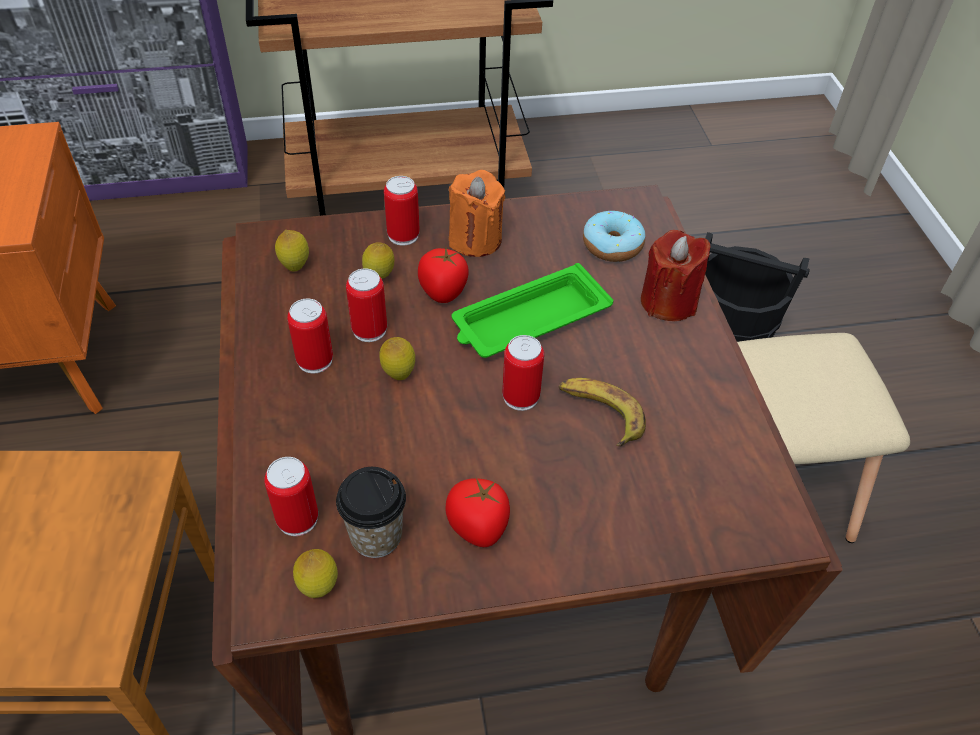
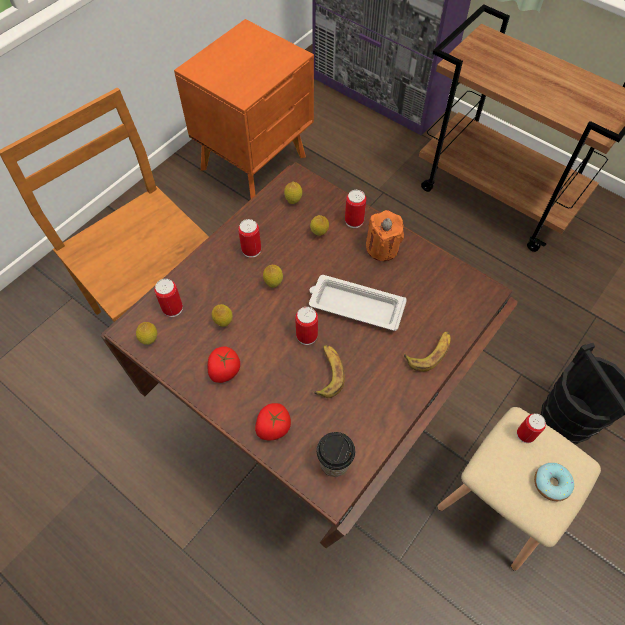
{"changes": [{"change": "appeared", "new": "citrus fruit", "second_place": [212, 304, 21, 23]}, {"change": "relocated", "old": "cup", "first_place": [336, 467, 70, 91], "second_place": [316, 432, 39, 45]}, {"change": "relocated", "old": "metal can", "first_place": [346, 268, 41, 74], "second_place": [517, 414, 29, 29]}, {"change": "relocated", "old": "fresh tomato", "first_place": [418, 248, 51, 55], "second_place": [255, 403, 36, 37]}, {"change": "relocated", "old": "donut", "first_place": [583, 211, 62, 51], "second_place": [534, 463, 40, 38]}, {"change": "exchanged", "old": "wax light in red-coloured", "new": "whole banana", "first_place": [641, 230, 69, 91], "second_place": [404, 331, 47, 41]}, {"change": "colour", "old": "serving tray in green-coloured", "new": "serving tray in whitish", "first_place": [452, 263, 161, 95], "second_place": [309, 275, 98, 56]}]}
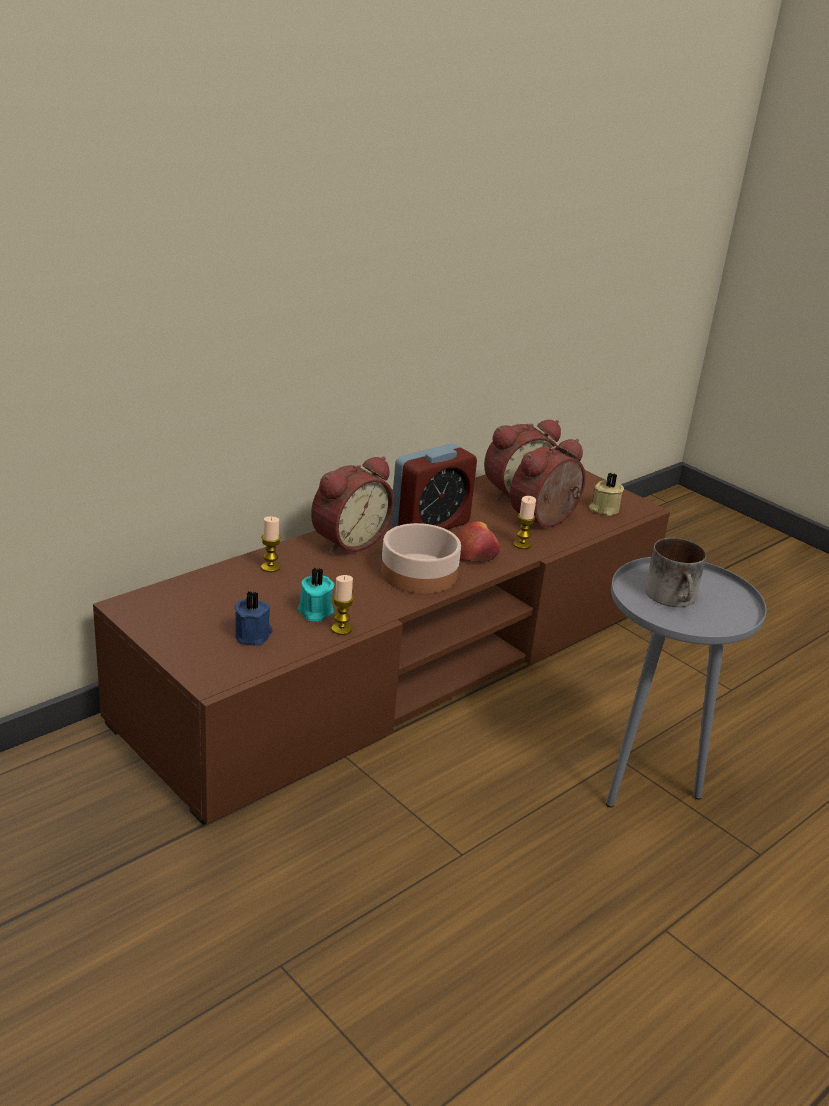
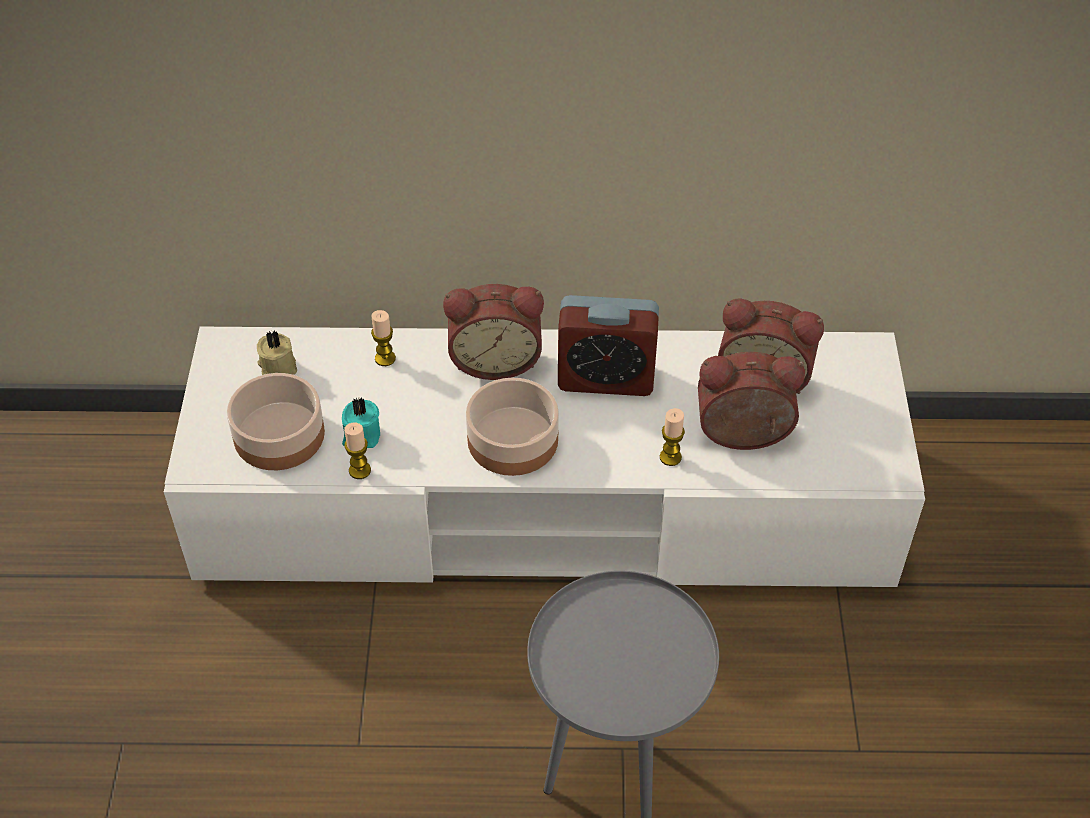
{"changes": [{"change": "missing", "old": "whole apple", "first_place": [456, 521, 44, 42]}, {"change": "missing", "old": "tea mug", "first_place": [645, 538, 61, 69]}, {"change": "relocated", "old": "wax light in beige", "first_place": [589, 473, 35, 43], "second_place": [257, 330, 40, 45]}, {"change": "exchanged", "old": "wax light in bluish", "new": "deep dish", "first_place": [234, 591, 39, 55], "second_place": [227, 373, 98, 97]}, {"change": "colour", "old": "media console in brown-coloured", "new": "media console in whitish", "first_place": [93, 470, 577, 355], "second_place": [164, 327, 761, 260]}]}
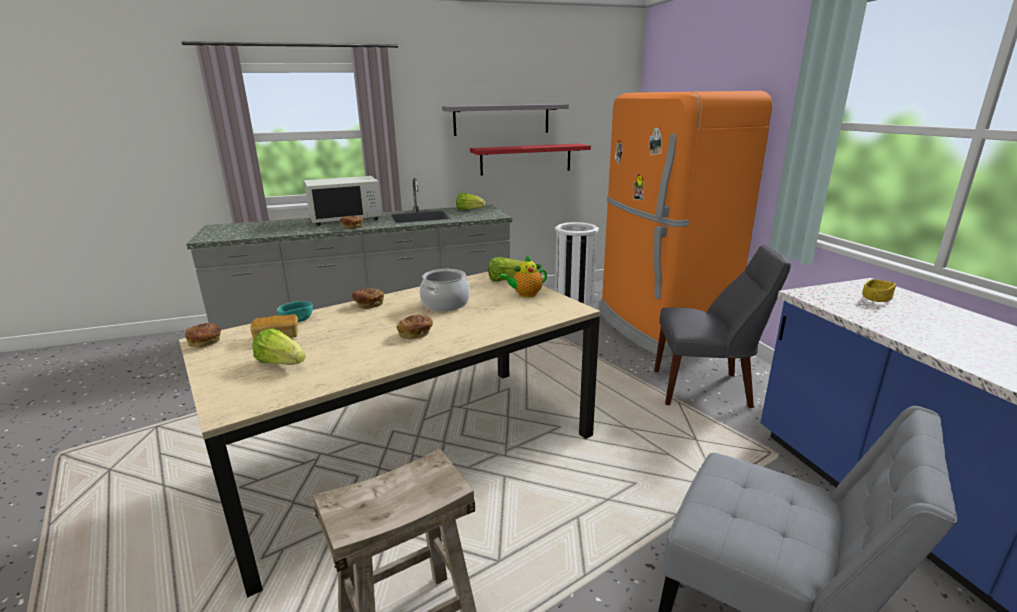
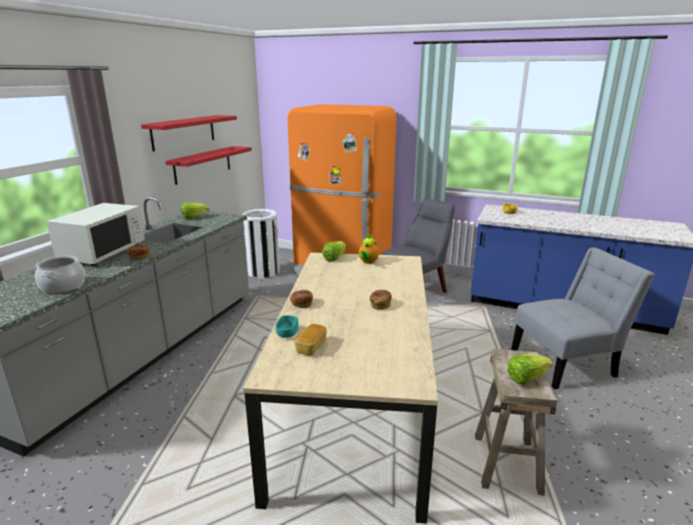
{"changes": [{"change": "missing", "old": "baked bread", "first_place": [185, 323, 36, 24]}, {"change": "relocated", "old": "lettuce", "first_place": [252, 328, 53, 37], "second_place": [508, 354, 45, 30]}, {"change": "relocated", "old": "stockpot", "first_place": [420, 269, 50, 42], "second_place": [35, 255, 50, 38]}, {"change": "colour", "old": "bracket shelf in greyish", "new": "bracket shelf in red-coloured", "first_place": [442, 104, 127, 32], "second_place": [141, 115, 96, 36]}]}
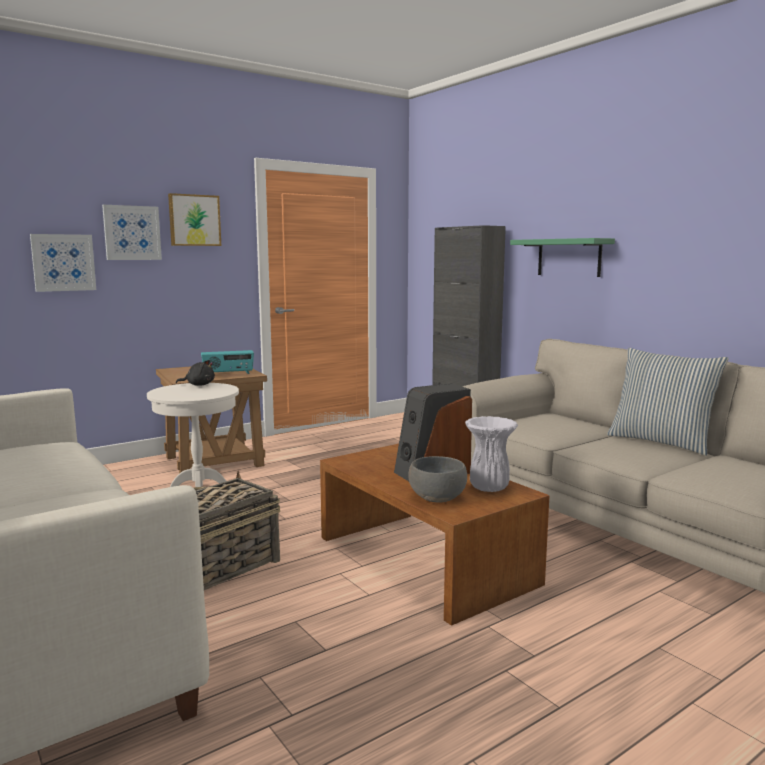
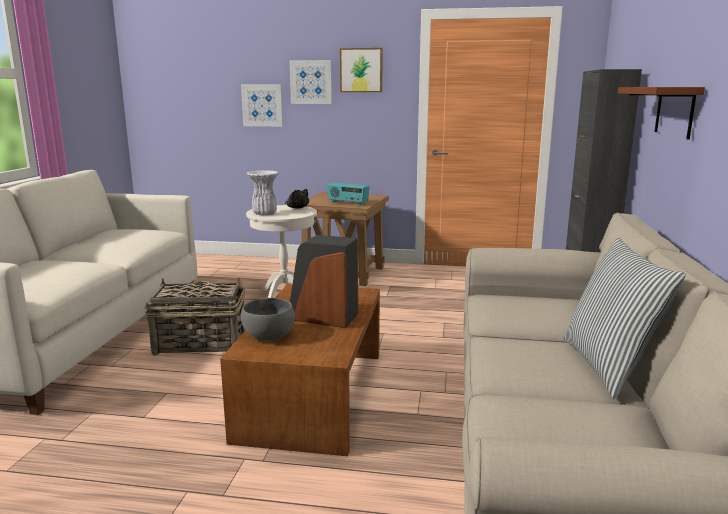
{"changes": [{"change": "relocated", "old": "flower vase in whitish", "first_place": [465, 416, 53, 76], "second_place": [247, 170, 32, 46]}, {"change": "colour", "old": "bracket shelf in green-coloured", "new": "bracket shelf in brown-coloured", "first_place": [510, 238, 105, 39], "second_place": [618, 87, 87, 53]}]}
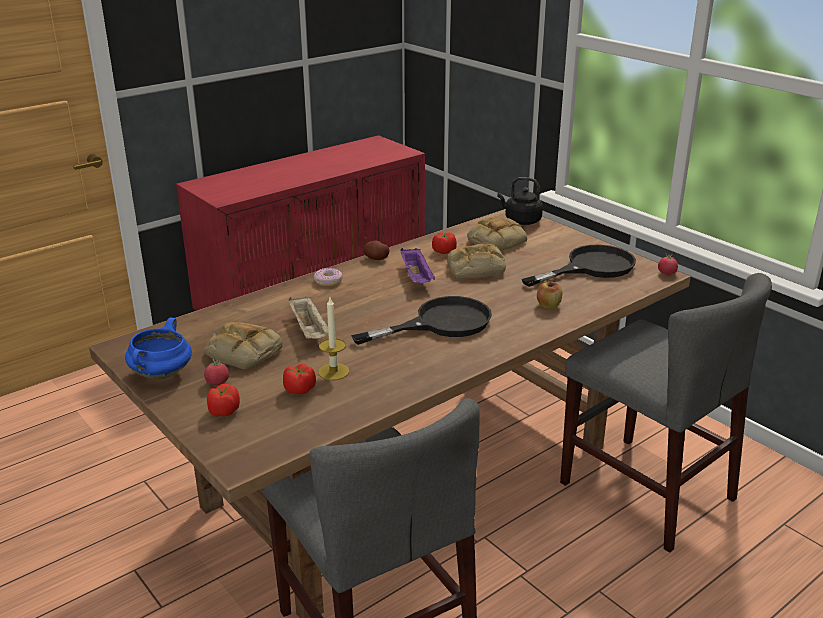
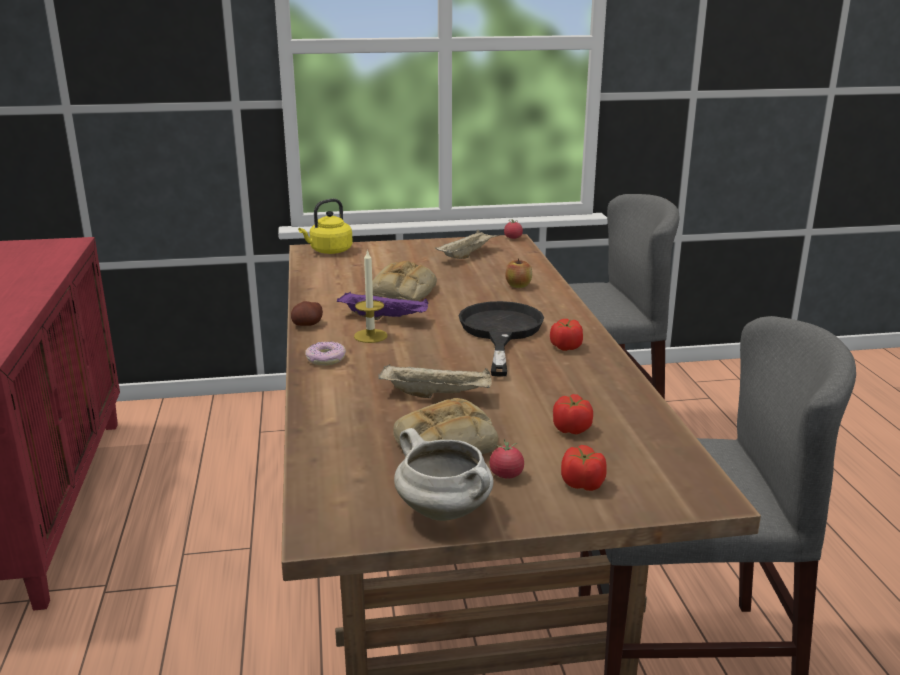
{"changes": [{"change": "missing", "old": "baked bread", "first_place": [467, 218, 60, 33]}, {"change": "relocated", "old": "wax light", "first_place": [318, 298, 31, 82], "second_place": [354, 249, 34, 94]}, {"change": "relocated", "old": "fresh tomato", "first_place": [432, 232, 25, 22], "second_place": [550, 319, 33, 32]}, {"change": "exchanged", "old": "skillet in black-coloured", "new": "serving tray in beige", "first_place": [522, 245, 114, 42], "second_place": [435, 230, 64, 29]}, {"change": "colour", "old": "stockpot in bluish", "new": "stockpot in whitish", "first_place": [125, 317, 67, 63], "second_place": [394, 428, 100, 93]}, {"change": "colour", "old": "tea kettle in black-coloured", "new": "tea kettle in yellowish", "first_place": [498, 177, 45, 48], "second_place": [298, 198, 55, 56]}]}
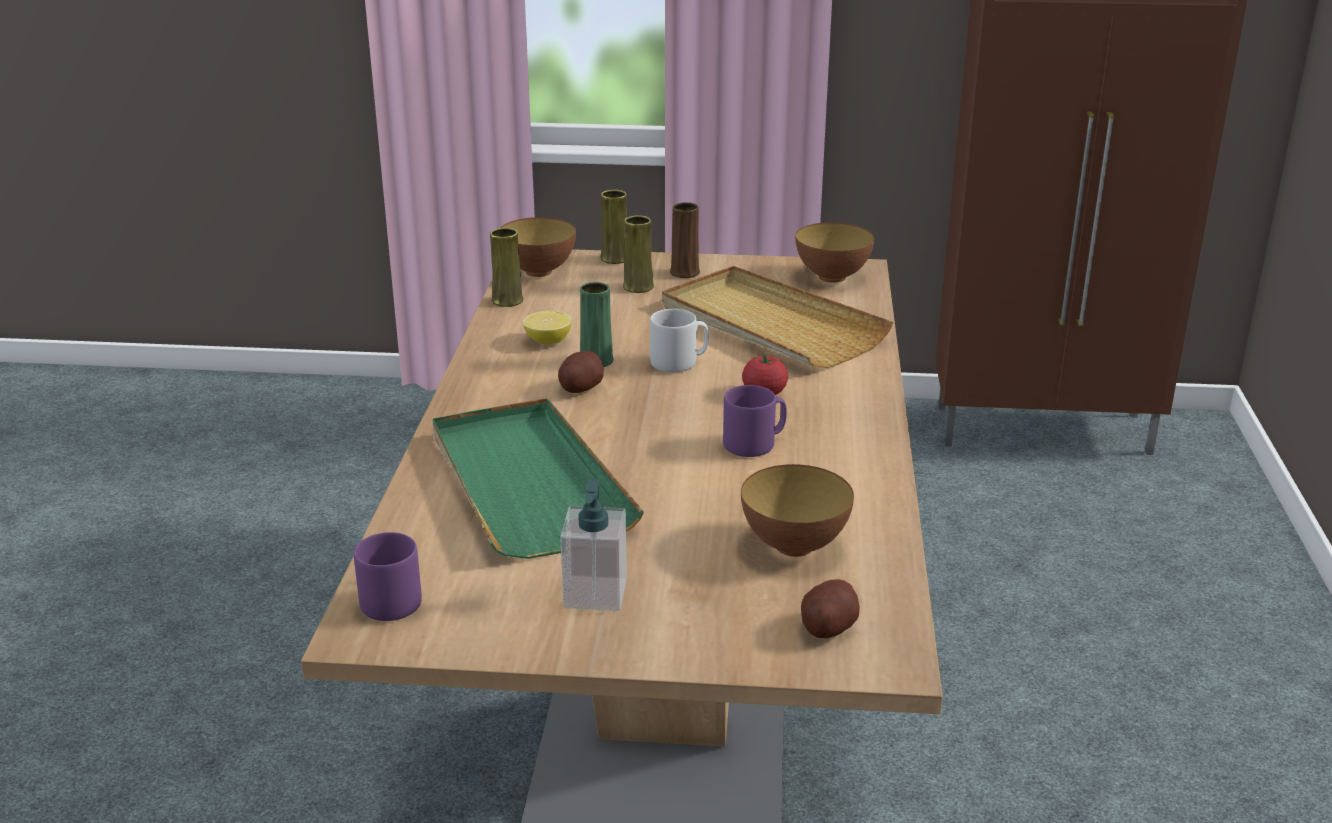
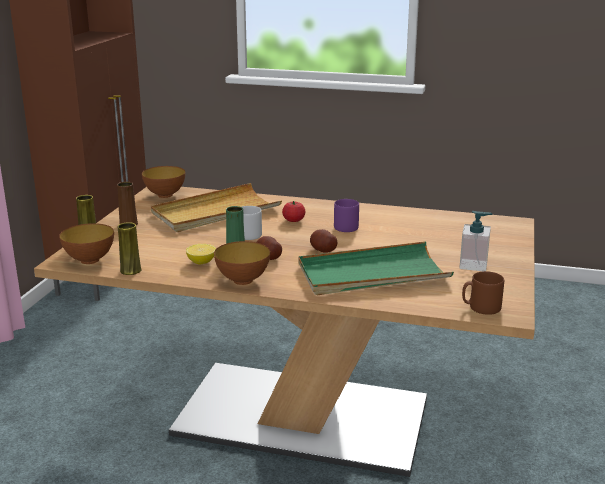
{"changes": [{"change": "missing", "old": "flower vase in yellowish", "first_place": [623, 215, 31, 78]}, {"change": "relocated", "old": "deep dish", "first_place": [741, 464, 113, 93], "second_place": [214, 241, 56, 44]}, {"change": "relocated", "old": "whole potato", "first_place": [801, 579, 59, 59], "second_place": [310, 229, 27, 24]}, {"change": "colour", "old": "tea mug in purple", "new": "tea mug in brown-coloured", "first_place": [354, 532, 68, 89], "second_place": [462, 271, 42, 44]}]}
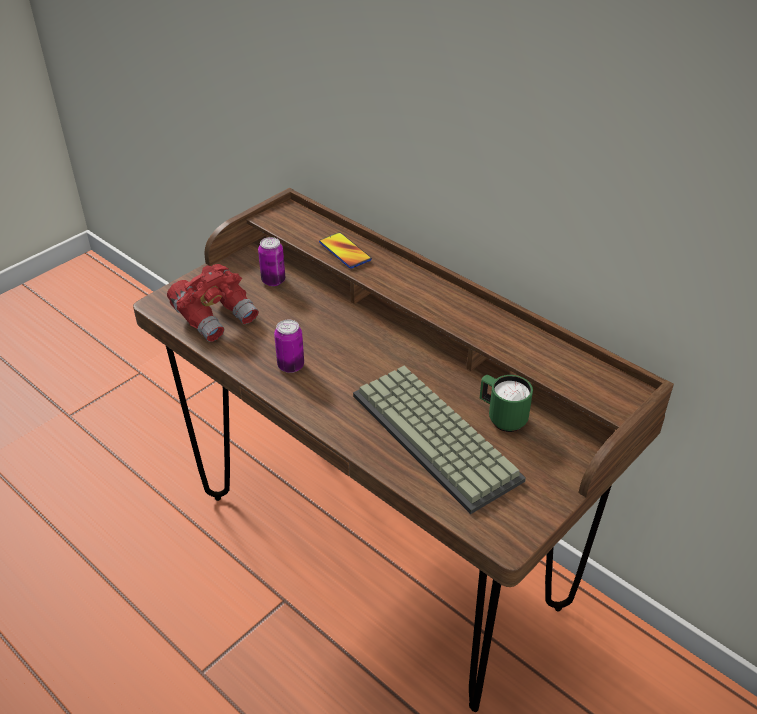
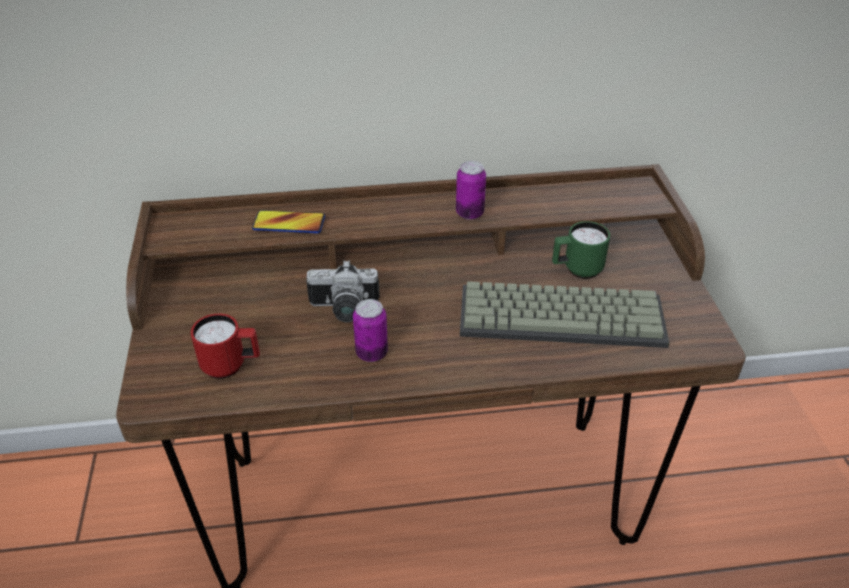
{"changes": [{"change": "appeared", "new": "photo camera", "second_place": [306, 260, 74, 62]}, {"change": "relocated", "old": "metal can", "first_place": [258, 237, 27, 49], "second_place": [456, 161, 30, 59]}, {"change": "exchanged", "old": "field glasses in red-coloured", "new": "tea mug in red-coloured", "first_place": [167, 264, 92, 78], "second_place": [191, 313, 69, 66]}]}
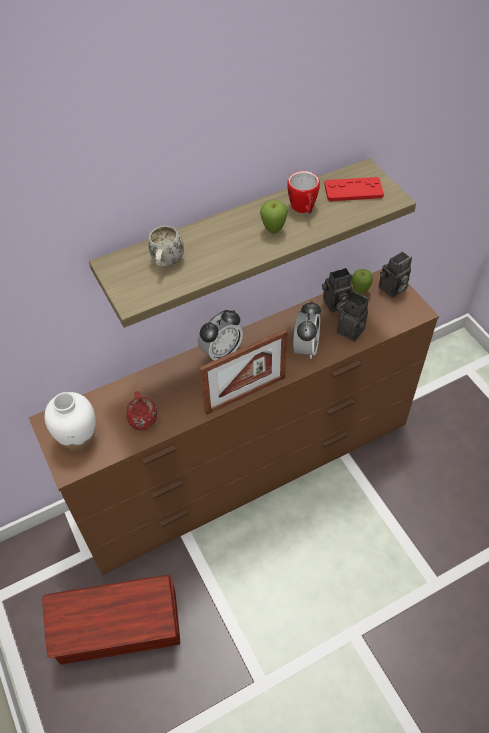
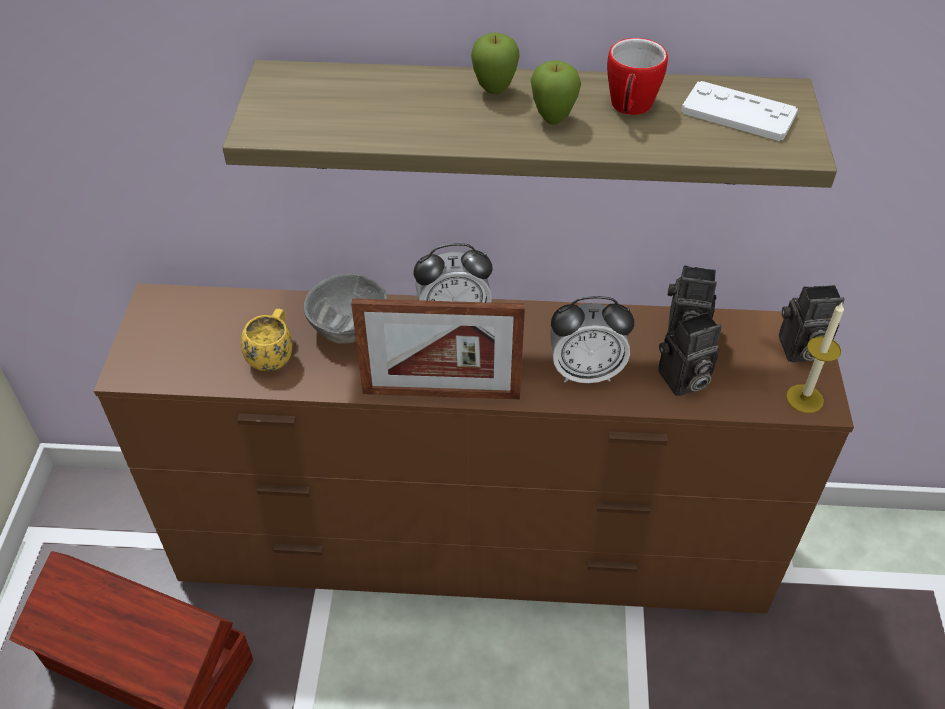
{"changes": [{"change": "missing", "old": "flower vase in whitish", "first_place": [45, 392, 51, 58]}, {"change": "missing", "old": "tea mug in whitish", "first_place": [148, 226, 36, 41]}, {"change": "appeared", "new": "deep dish in greyish", "second_place": [304, 273, 83, 71]}, {"change": "appeared", "new": "wax light", "second_place": [786, 301, 58, 112]}, {"change": "relocated", "old": "whole apple", "first_place": [352, 269, 21, 25], "second_place": [471, 32, 48, 62]}, {"change": "colour", "old": "tea mug in red-coloured", "new": "tea mug in yellowish", "first_place": [126, 391, 31, 40], "second_place": [241, 309, 51, 62]}, {"change": "colour", "old": "joypad in red-coloured", "new": "joypad in whitish", "first_place": [324, 177, 60, 24], "second_place": [681, 81, 117, 60]}, {"change": "spun", "old": "table clock", "first_place": [293, 301, 28, 58], "second_place": [550, 296, 84, 87], "degrees": 45}, {"change": "spun", "old": "photo camera", "first_place": [337, 291, 32, 51], "second_place": [658, 312, 63, 84], "degrees": 90}]}
